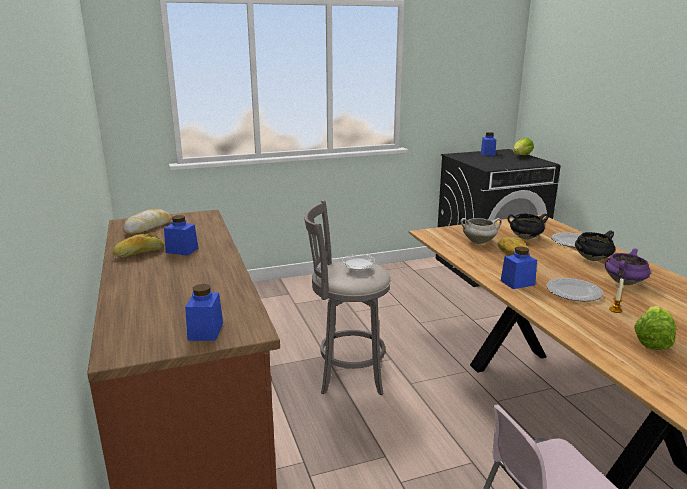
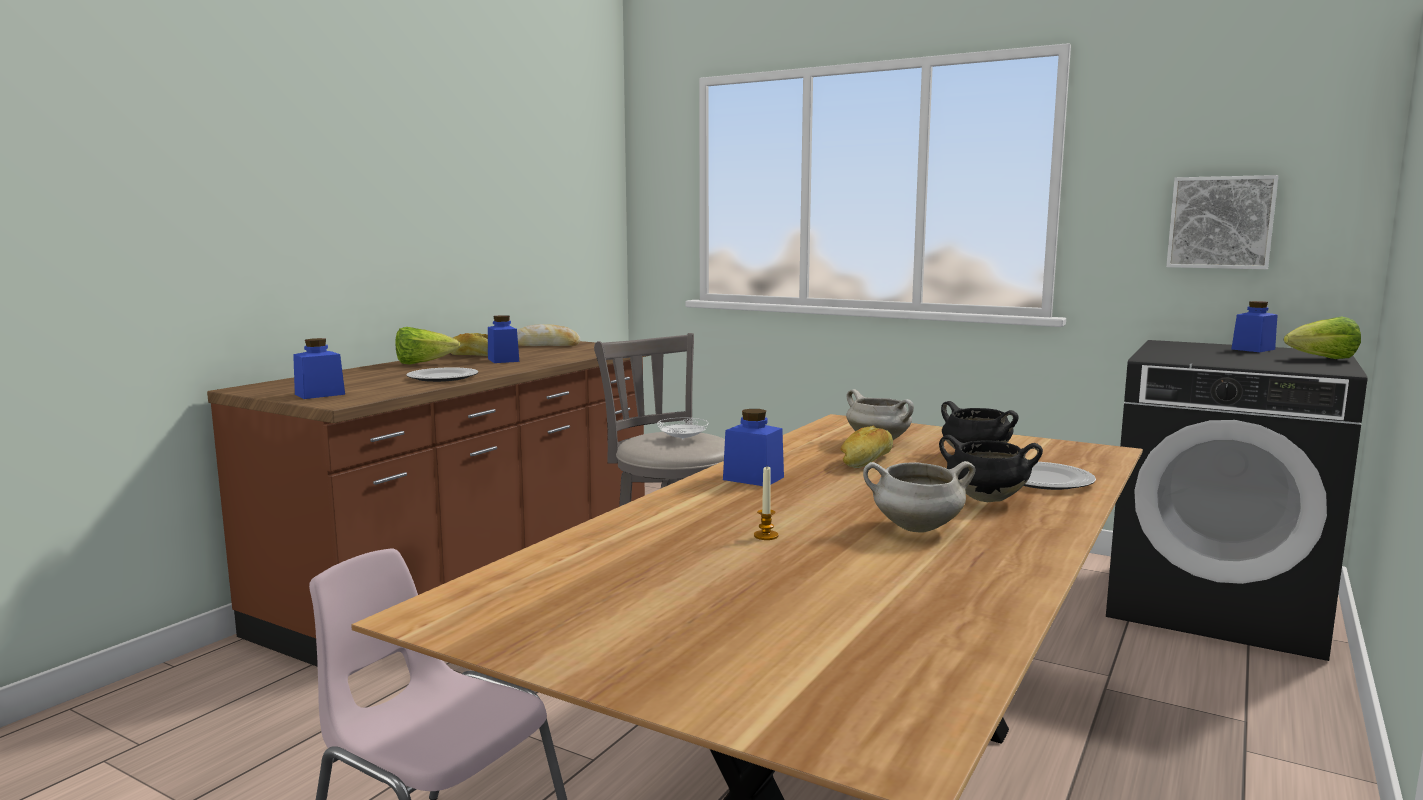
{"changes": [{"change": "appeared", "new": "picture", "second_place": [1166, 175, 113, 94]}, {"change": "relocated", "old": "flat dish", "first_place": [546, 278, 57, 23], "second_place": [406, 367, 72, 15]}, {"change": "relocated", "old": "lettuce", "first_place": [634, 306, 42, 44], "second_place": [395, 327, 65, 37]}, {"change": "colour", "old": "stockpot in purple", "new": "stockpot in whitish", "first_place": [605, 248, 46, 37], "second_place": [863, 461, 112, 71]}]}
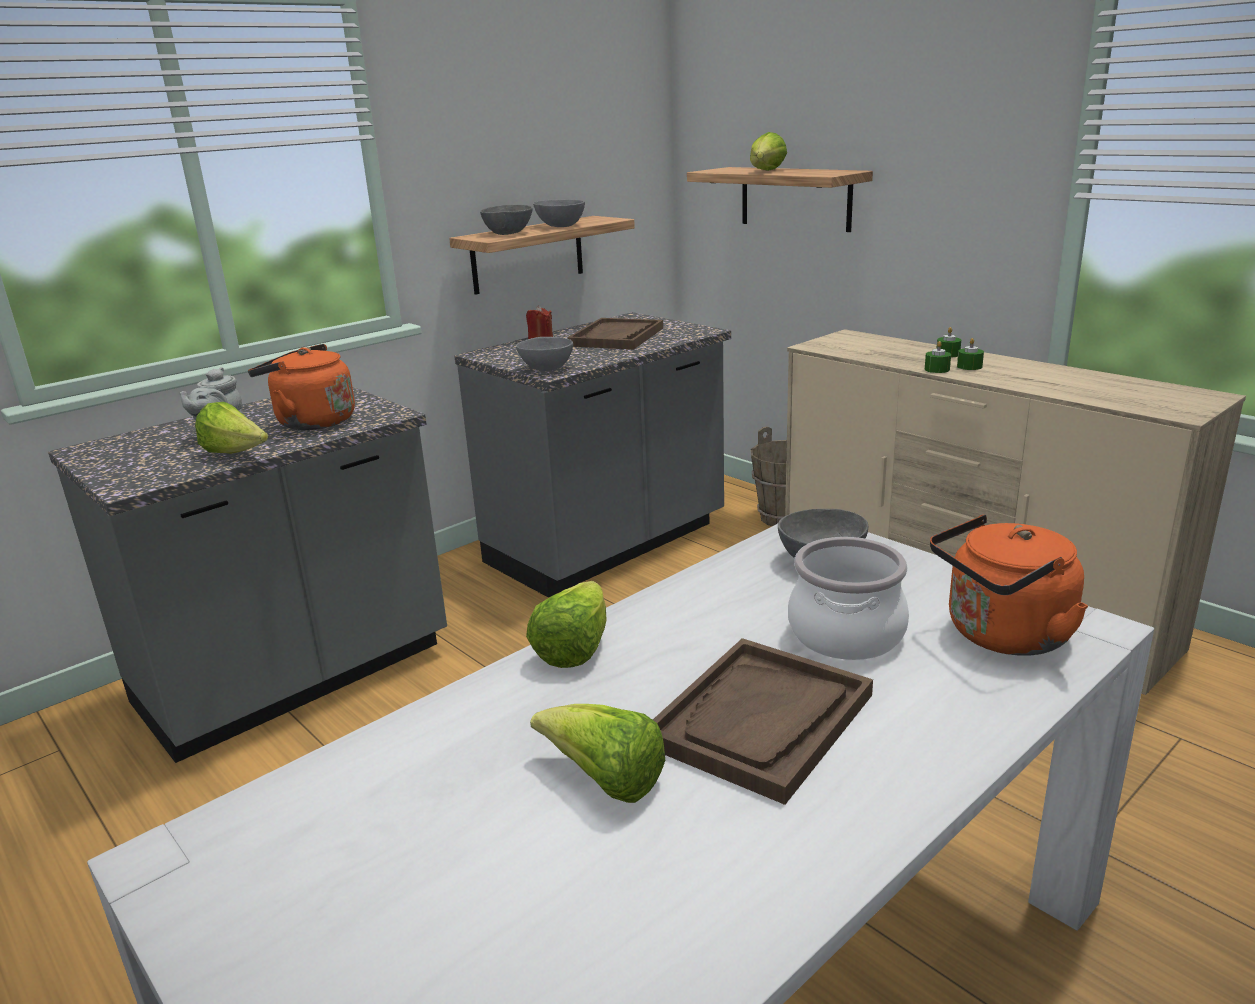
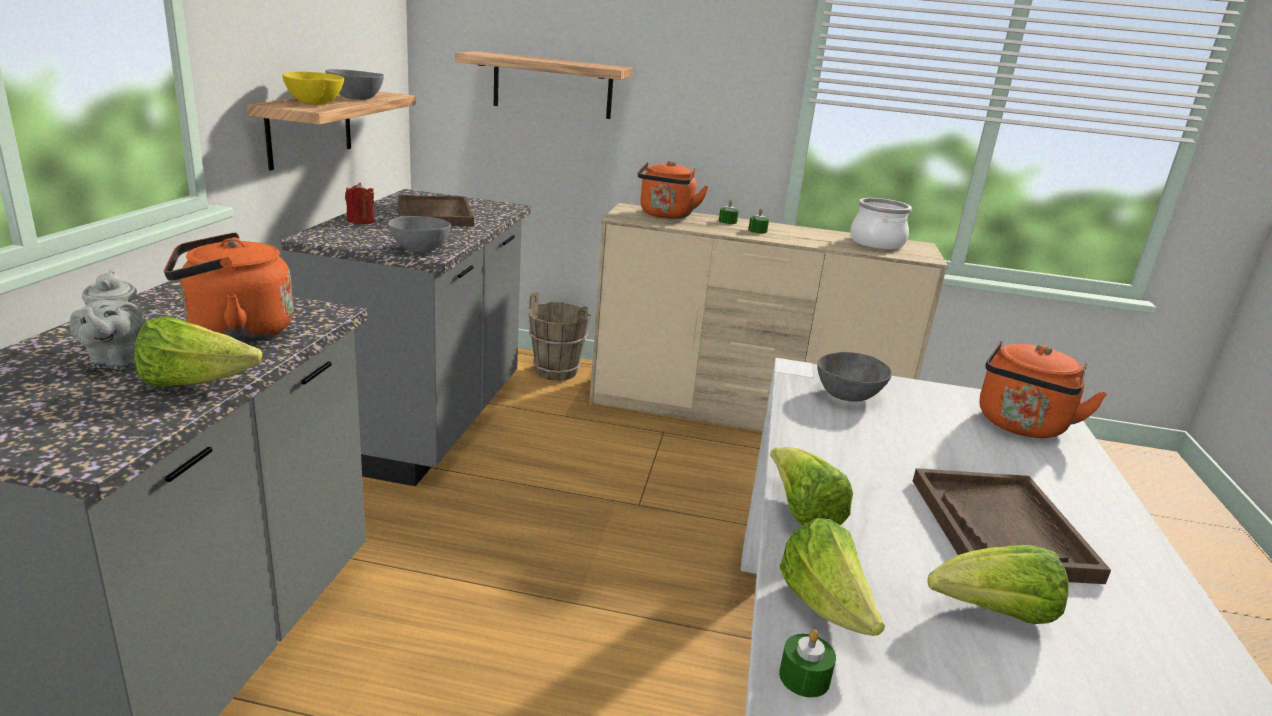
{"changes": [{"change": "appeared", "new": "tea kettle in orange", "second_place": [638, 161, 71, 58]}, {"change": "relocated", "old": "lettuce", "first_place": [750, 132, 37, 39], "second_place": [779, 518, 106, 118]}, {"change": "relocated", "old": "stockpot", "first_place": [788, 537, 121, 123], "second_place": [850, 198, 62, 51]}, {"change": "relocated", "old": "wax light in green-coloured", "first_place": [925, 341, 26, 32], "second_place": [779, 630, 57, 68]}, {"change": "colour", "old": "deep dish in greyish", "new": "deep dish in yellowish", "first_place": [480, 205, 53, 30], "second_place": [282, 72, 62, 33]}]}
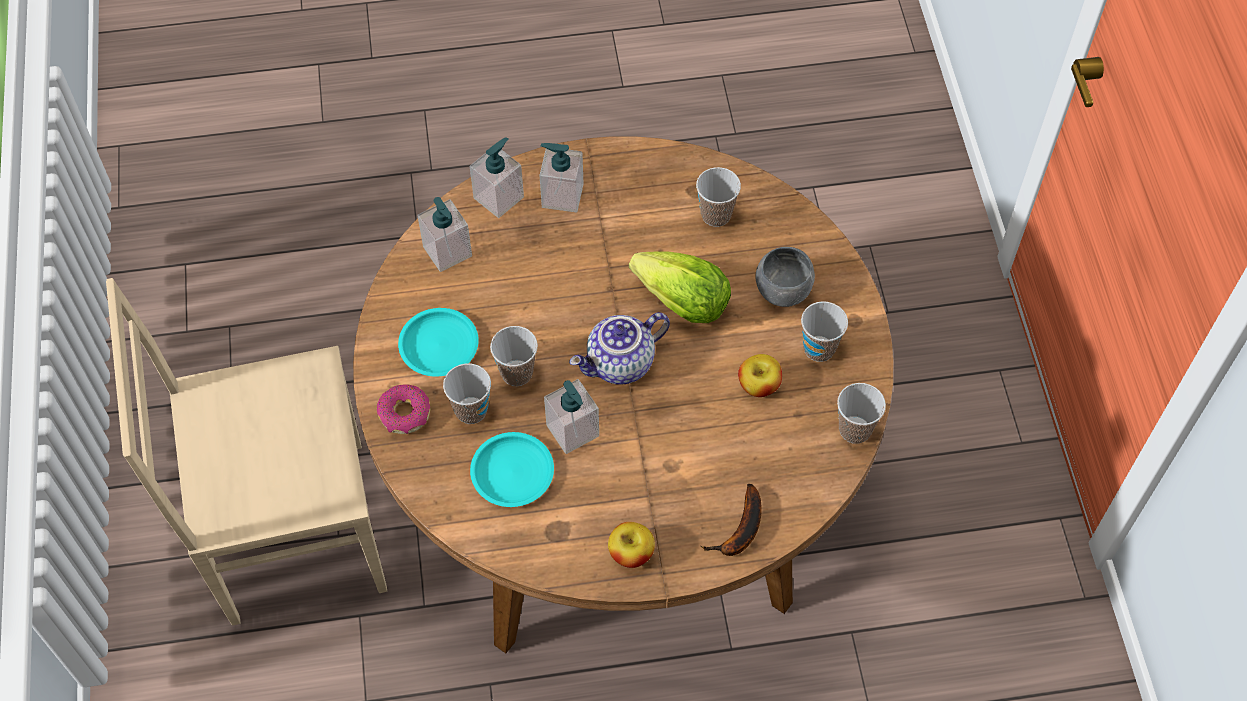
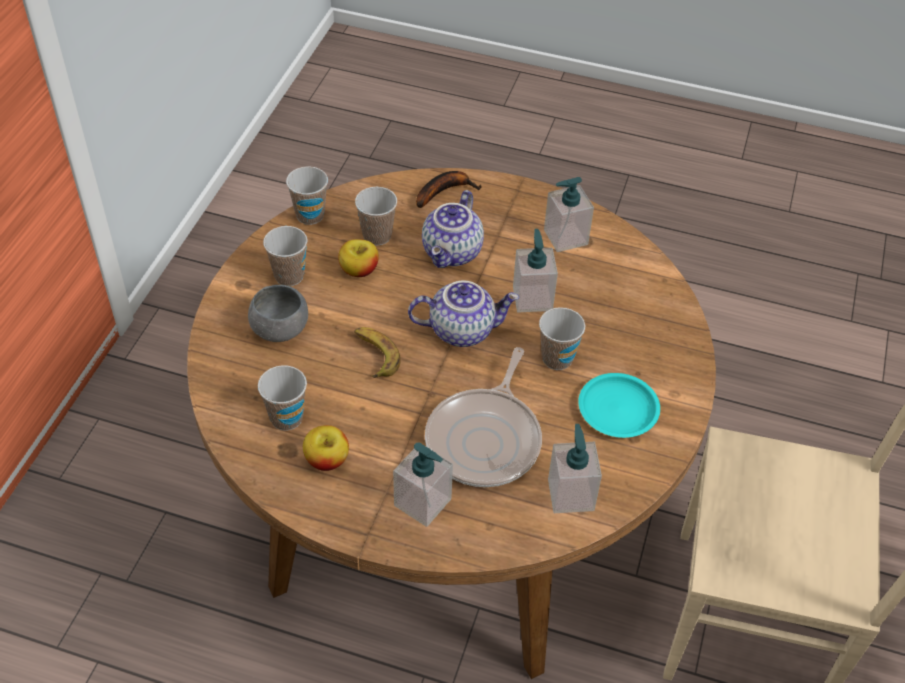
{"changes": [{"change": "missing", "old": "donut", "first_place": [377, 384, 53, 50]}, {"change": "missing", "old": "flat dish in turquoise-coloured", "first_place": [470, 432, 84, 75]}, {"change": "appeared", "new": "teapot", "second_place": [422, 190, 62, 78]}, {"change": "appeared", "new": "skillet", "second_place": [425, 347, 117, 140]}, {"change": "relocated", "old": "cup", "first_place": [443, 363, 48, 61], "second_place": [355, 187, 42, 58]}, {"change": "relocated", "old": "soap dispenser", "first_place": [470, 137, 54, 81], "second_place": [544, 177, 50, 75]}, {"change": "relocated", "old": "whole apple", "first_place": [608, 522, 47, 46], "second_place": [303, 425, 46, 46]}, {"change": "exchanged", "old": "lettuce", "new": "whole banana", "first_place": [629, 251, 102, 72], "second_place": [354, 327, 47, 51]}]}
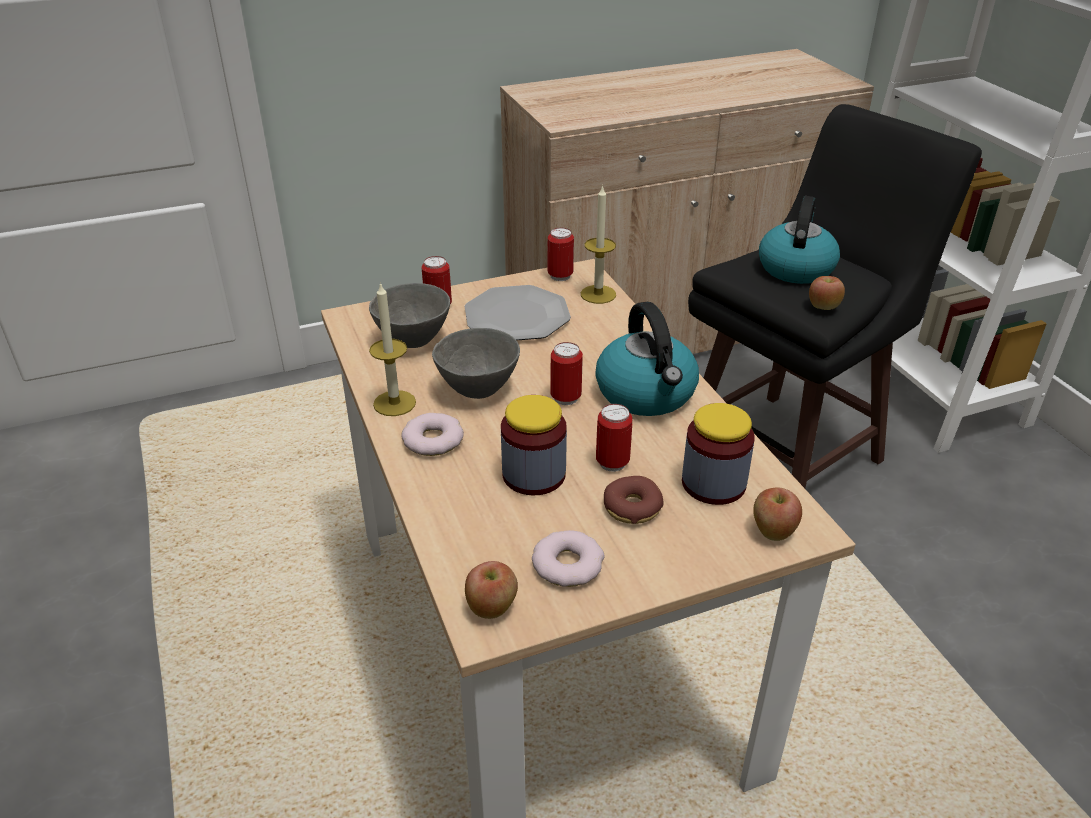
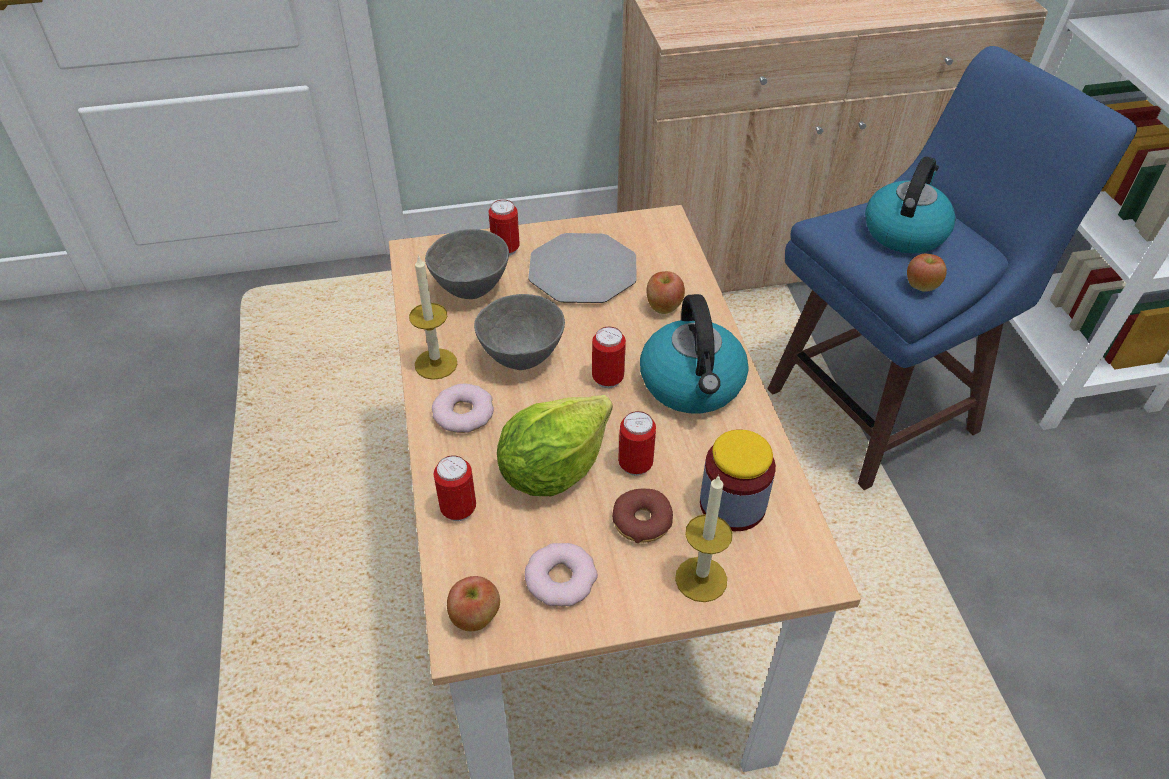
{"changes": [{"change": "relocated", "old": "metal can", "first_place": [548, 228, 26, 53], "second_place": [434, 456, 42, 65]}, {"change": "relocated", "old": "wax light", "first_place": [581, 185, 35, 119], "second_place": [675, 475, 57, 127]}, {"change": "relocated", "old": "whole apple", "first_place": [753, 487, 49, 54], "second_place": [646, 271, 39, 43]}, {"change": "exchanged", "old": "storage jar", "new": "lettuce", "first_place": [501, 395, 66, 100], "second_place": [497, 395, 116, 101]}, {"change": "colour", "old": "stool in black-coloured", "new": "stool in bluish", "first_place": [688, 104, 294, 384], "second_place": [768, 46, 369, 444]}]}
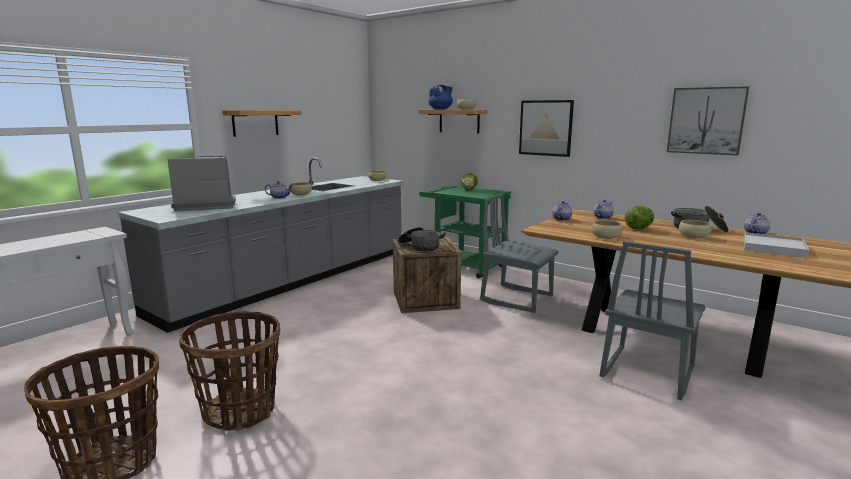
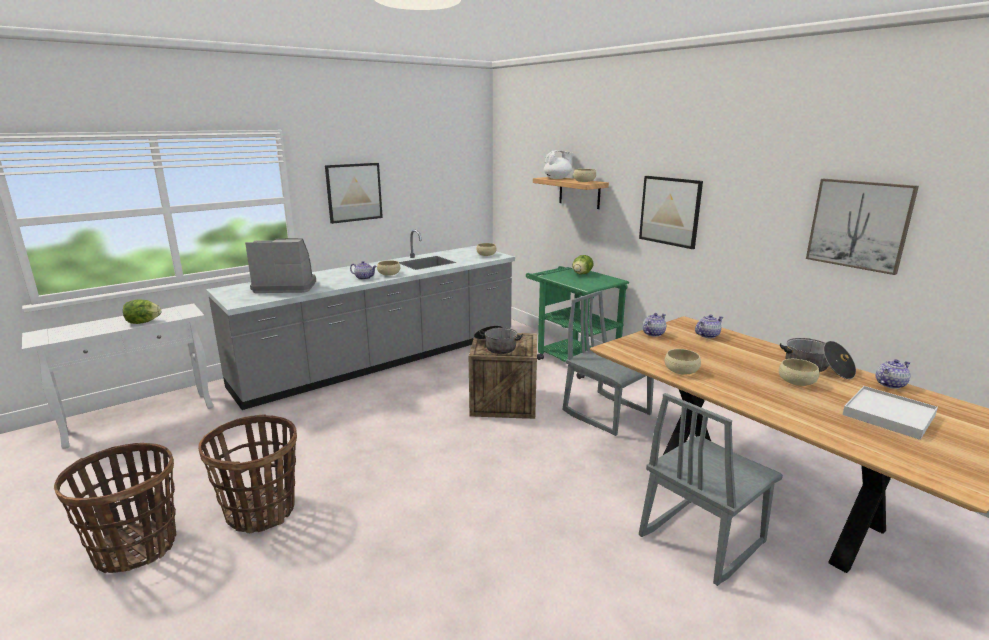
{"changes": [{"change": "relocated", "old": "lettuce", "first_place": [625, 206, 29, 23], "second_place": [123, 299, 38, 25]}, {"change": "exchanged", "old": "bracket shelf", "new": "picture", "first_place": [222, 110, 79, 27], "second_place": [325, 163, 58, 61]}, {"change": "colour", "old": "teapot in bluish", "new": "teapot in whitish", "first_place": [428, 85, 25, 25], "second_place": [544, 150, 30, 29]}]}
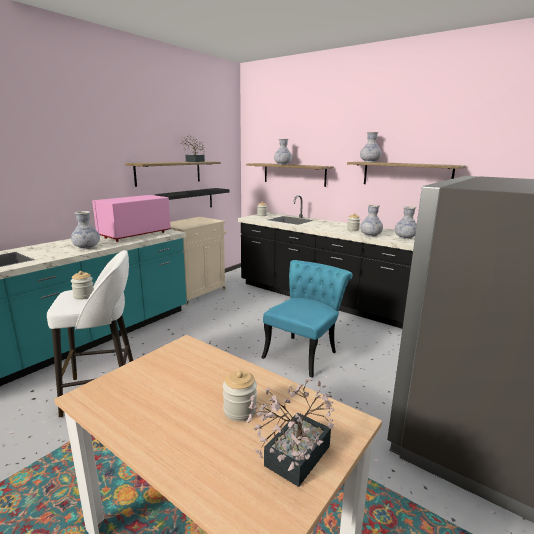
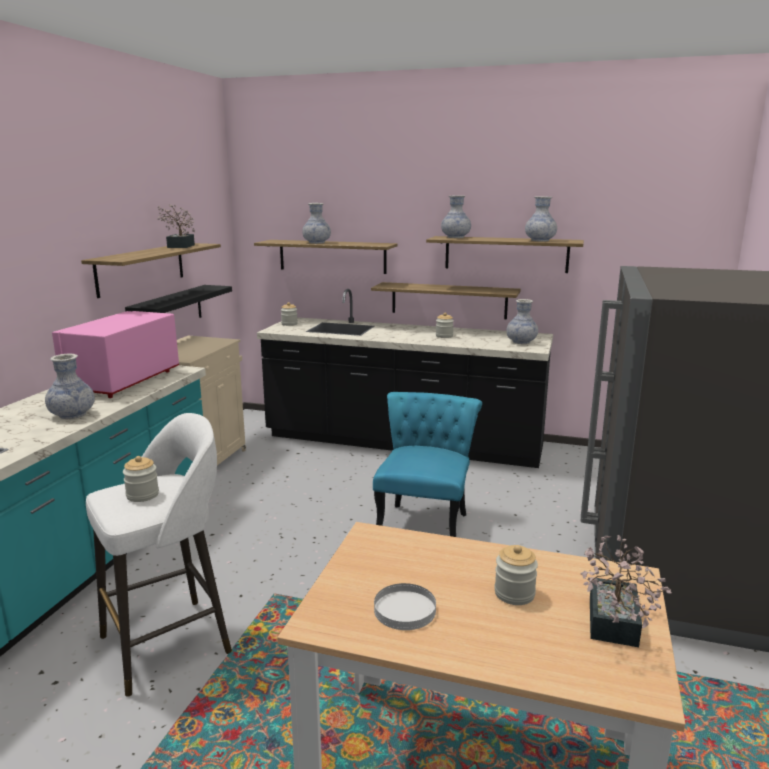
{"changes": [{"change": "appeared", "new": "bracket shelf", "second_place": [371, 282, 150, 37]}, {"change": "appeared", "new": "flat dish in whitish", "second_place": [374, 583, 62, 47]}, {"change": "relocated", "old": "flower vase", "first_place": [360, 205, 23, 32], "second_place": [525, 196, 32, 46]}]}
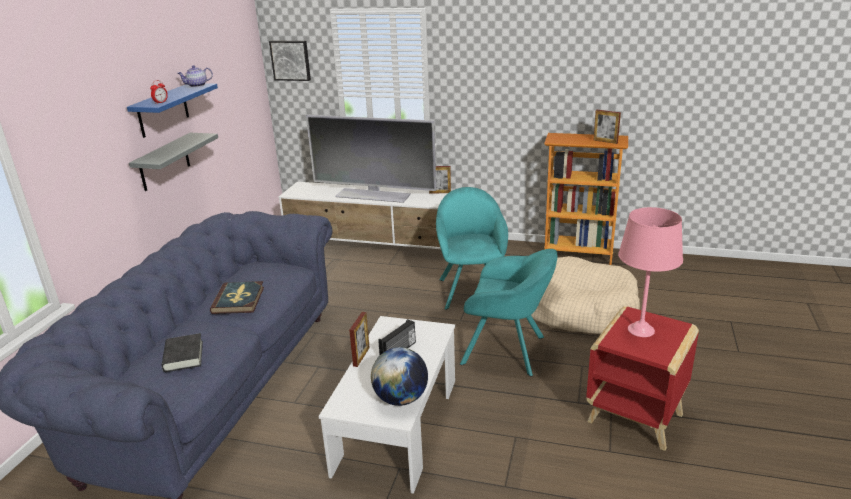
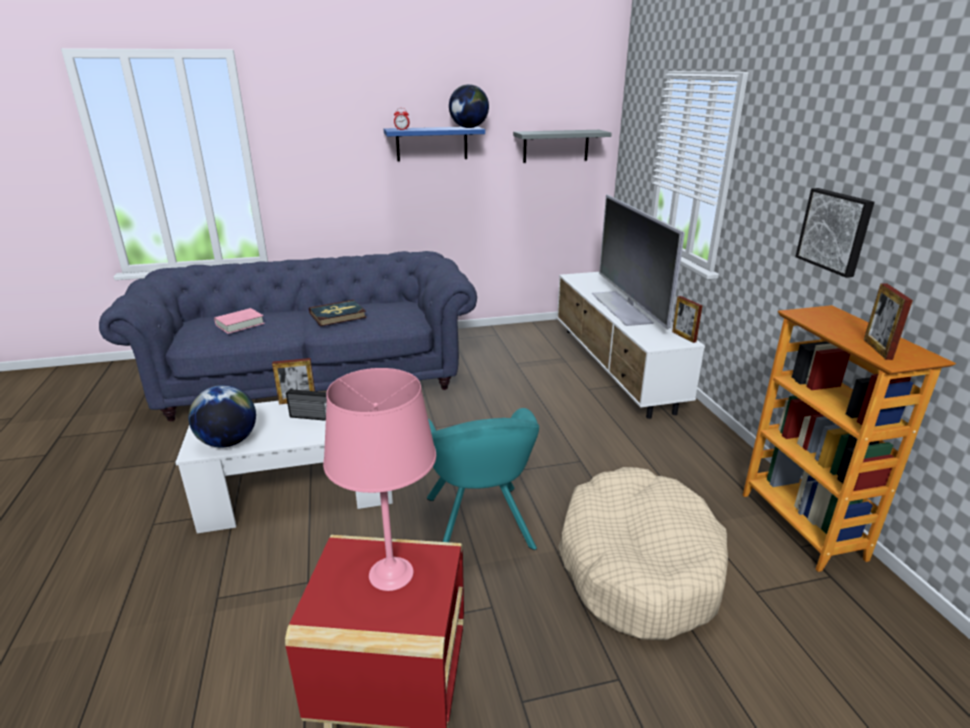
{"changes": [{"change": "missing", "old": "lounge chair in turquoise-coloured", "first_place": [436, 187, 72, 123]}, {"change": "relocated", "old": "bracket shelf in greyish", "first_place": [129, 133, 89, 58], "second_place": [513, 130, 99, 33]}, {"change": "relocated", "old": "picture", "first_place": [269, 41, 42, 40], "second_place": [795, 188, 79, 90]}, {"change": "exchanged", "old": "teapot", "new": "desk globe", "first_place": [177, 65, 36, 22], "second_place": [449, 84, 40, 44]}, {"change": "colour", "old": "bound book in black-coloured", "new": "bound book in pink", "first_place": [162, 333, 41, 39], "second_place": [214, 308, 51, 26]}]}
